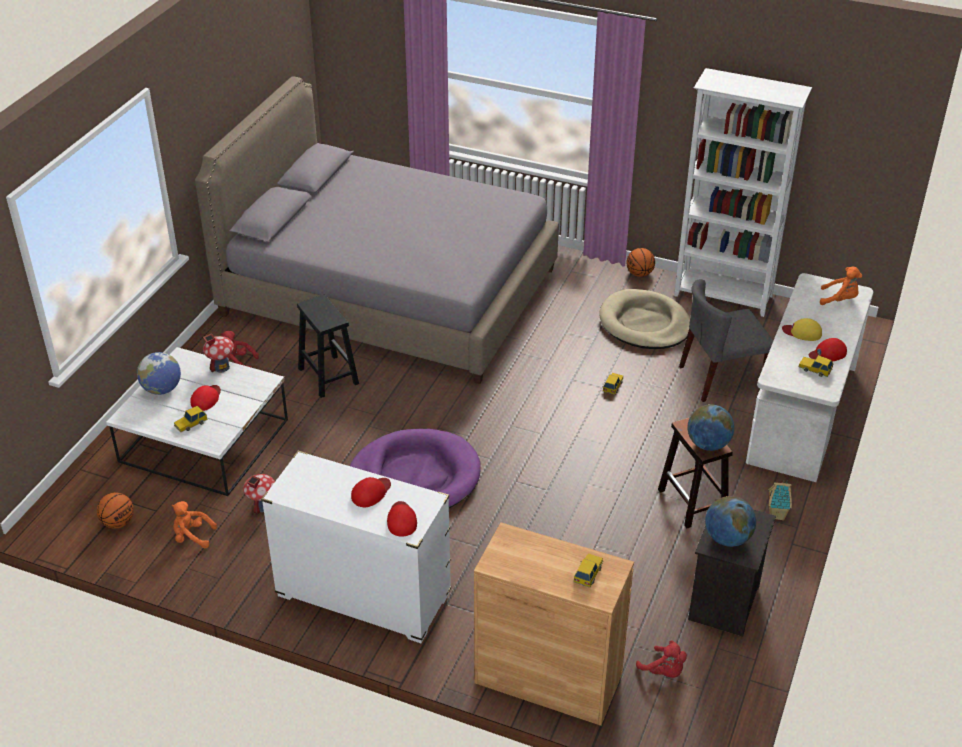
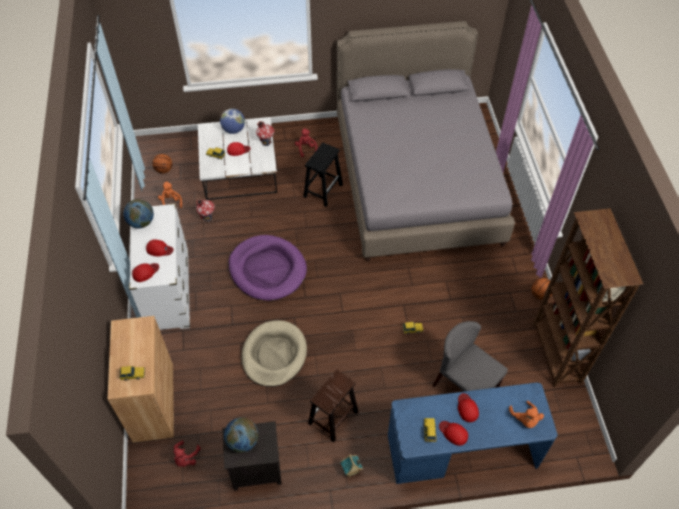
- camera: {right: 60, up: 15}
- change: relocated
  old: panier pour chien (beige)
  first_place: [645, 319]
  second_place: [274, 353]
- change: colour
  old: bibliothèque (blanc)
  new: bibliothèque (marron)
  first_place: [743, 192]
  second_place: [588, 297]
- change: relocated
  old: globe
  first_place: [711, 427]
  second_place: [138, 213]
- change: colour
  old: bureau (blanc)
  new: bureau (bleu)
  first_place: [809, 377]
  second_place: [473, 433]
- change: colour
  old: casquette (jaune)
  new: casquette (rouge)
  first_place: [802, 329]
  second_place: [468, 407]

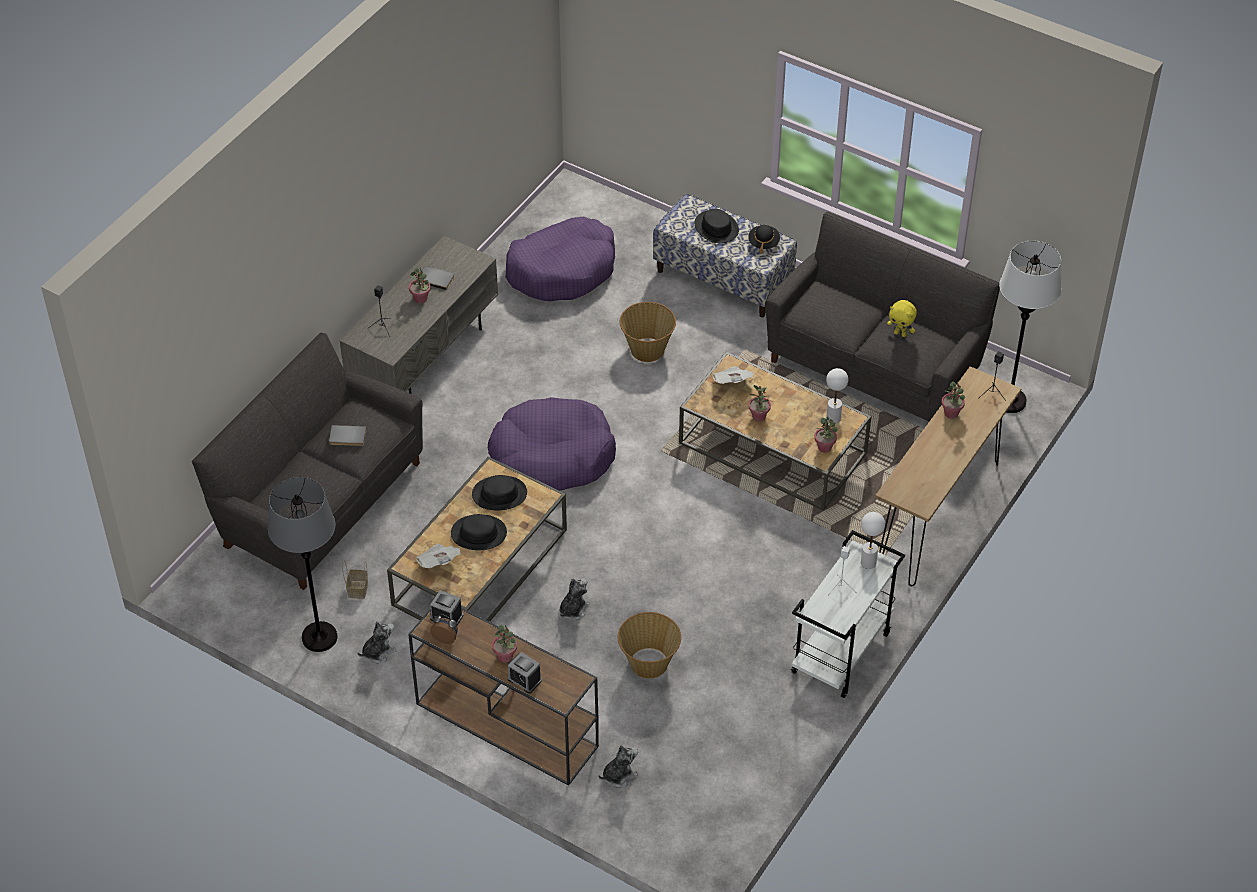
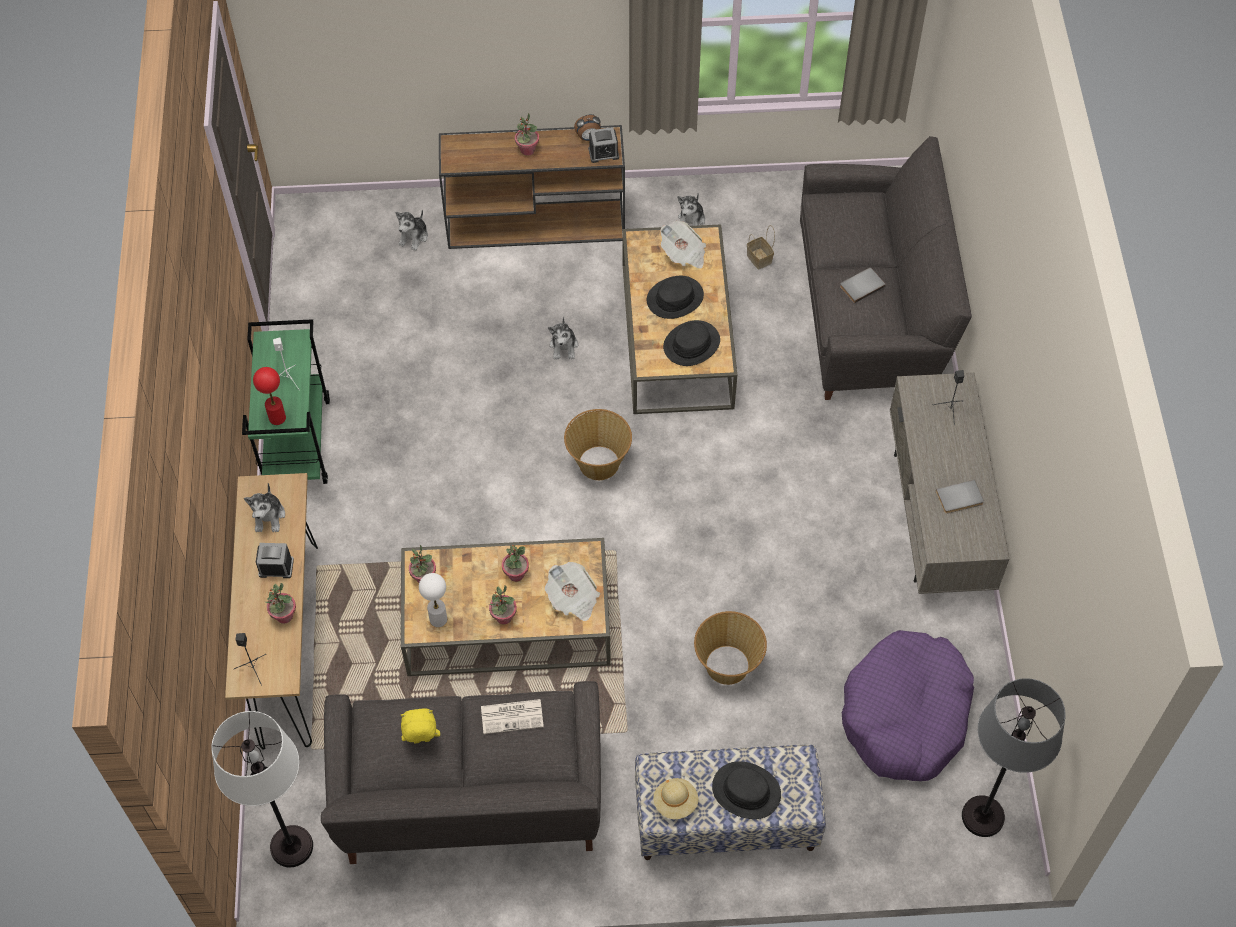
- camera: {right: 145, up: 10}
- change: relocated
  old: lampadaire (gris)
  first_place: [302, 564]
  second_place: [1014, 757]
- change: relocated
  old: plante en pot
  first_place: [420, 285]
  second_place: [503, 604]
- change: missing
  old: panier pour chien (violet)
  first_place: [552, 444]
- change: relocated
  old: réveil
  first_place: [525, 673]
  second_place: [275, 560]
- change: relocated
  old: panier
  first_place: [649, 645]
  second_place: [598, 444]
- change: colour
  old: chapeau (noir)
  new: chapeau (beige)
  first_place: [764, 239]
  second_place: [676, 798]
- change: colour
  old: chariot (blanc)
  new: chariot (vert)
  first_place: [848, 614]
  second_place: [286, 401]
- change: colour
  old: lampe de table (blanc)
  new: lampe de table (rouge)
  first_place: [873, 540]
  second_place: [269, 396]
- change: appeared
  new: peluche
  second_place: [264, 507]
- change: appeared
  new: journal
  second_place: [512, 716]

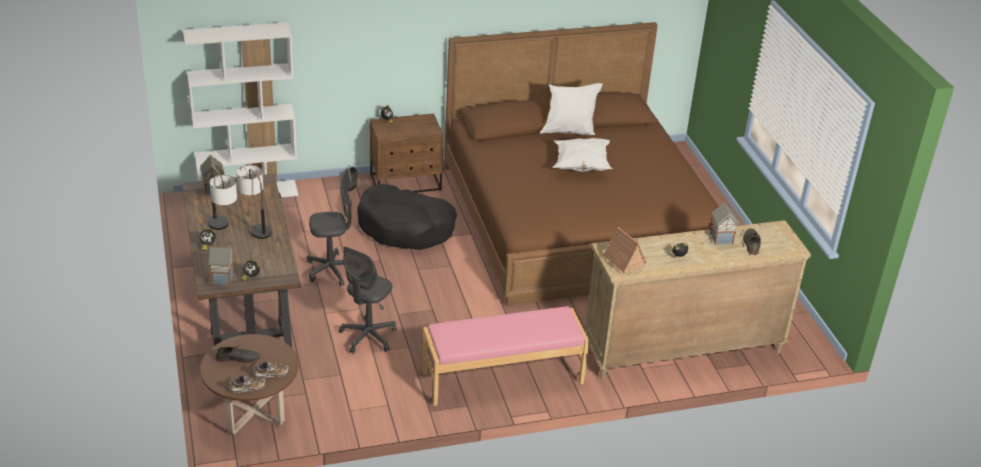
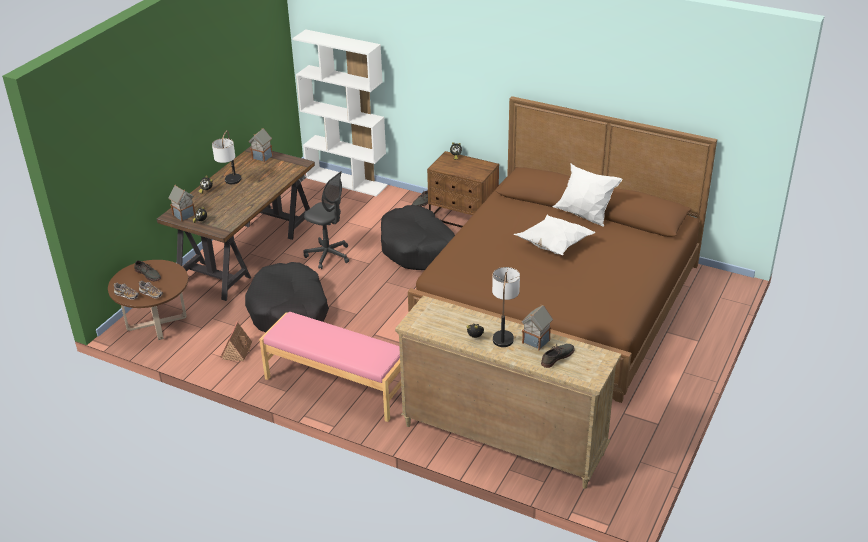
- camera: {right: 45, up: 0}
- change: relocated
  old: lampe de table
  first_place: [254, 202]
  second_place: [506, 307]
- change: exchanged
  old: chaise de bureau (gris)
  new: panier pour chien (noir)
  first_place: [367, 300]
  second_place: [287, 297]
- change: relocated
  old: maison miniature
  first_place: [623, 250]
  second_place: [236, 341]

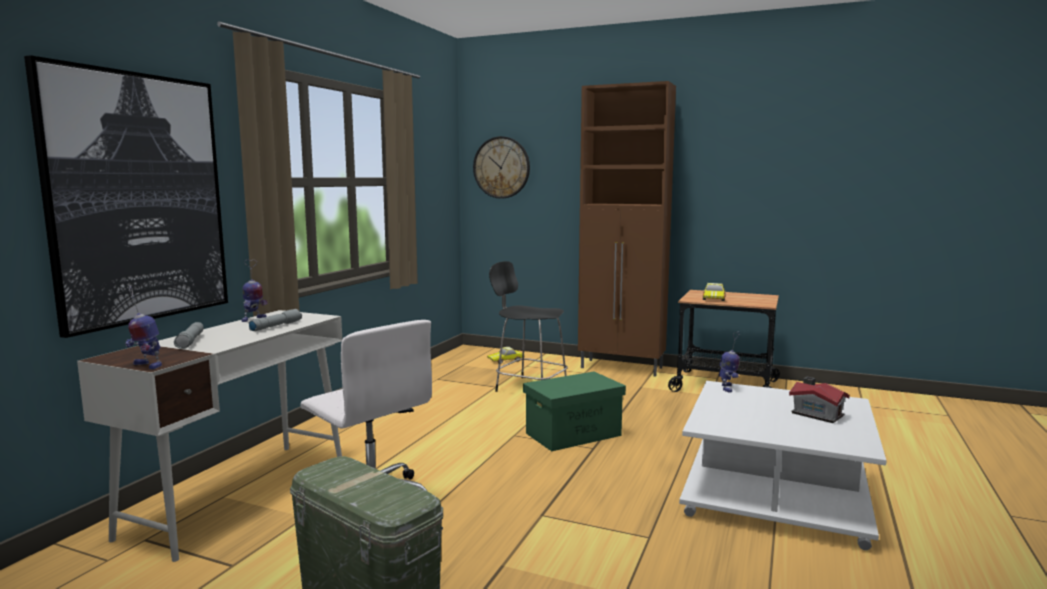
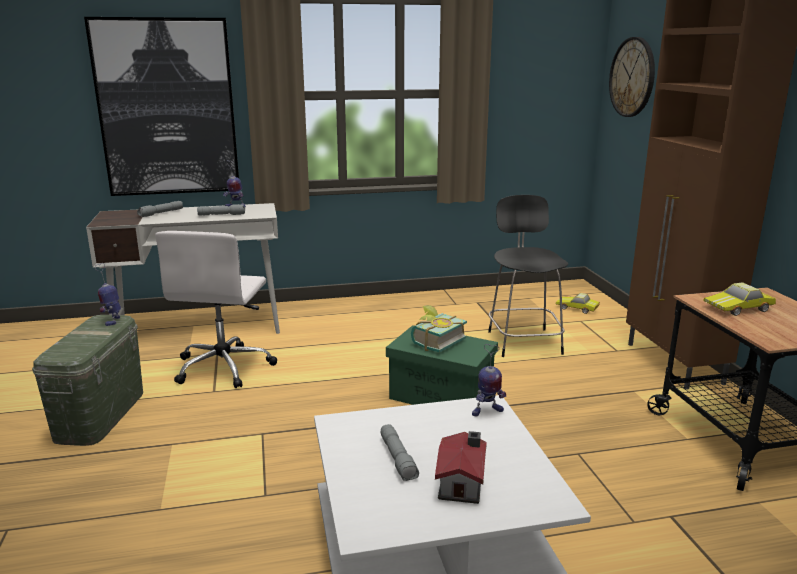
- camera: {right: 55, up: 10}
- change: relocated
  old: robot jouet
  first_place: [143, 327]
  second_place: [108, 294]
- change: appeared
  new: lampe de poche (gris)
  second_place: [400, 452]
- change: appeared
  new: livre
  second_place: [439, 328]

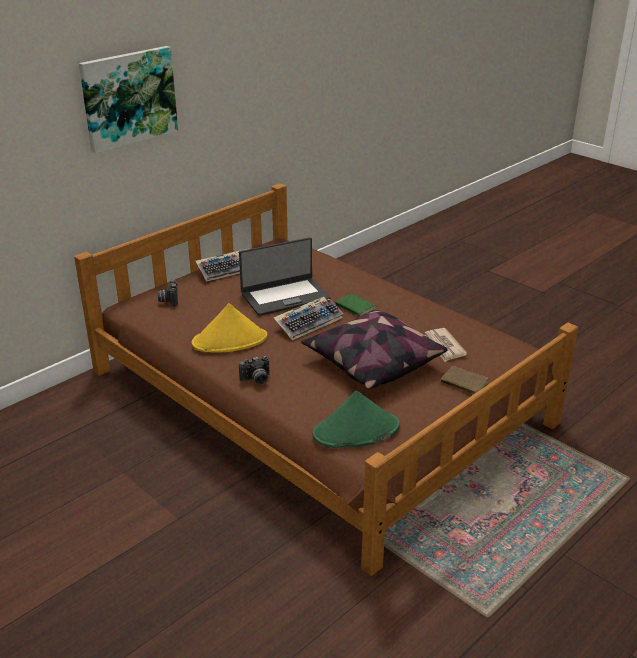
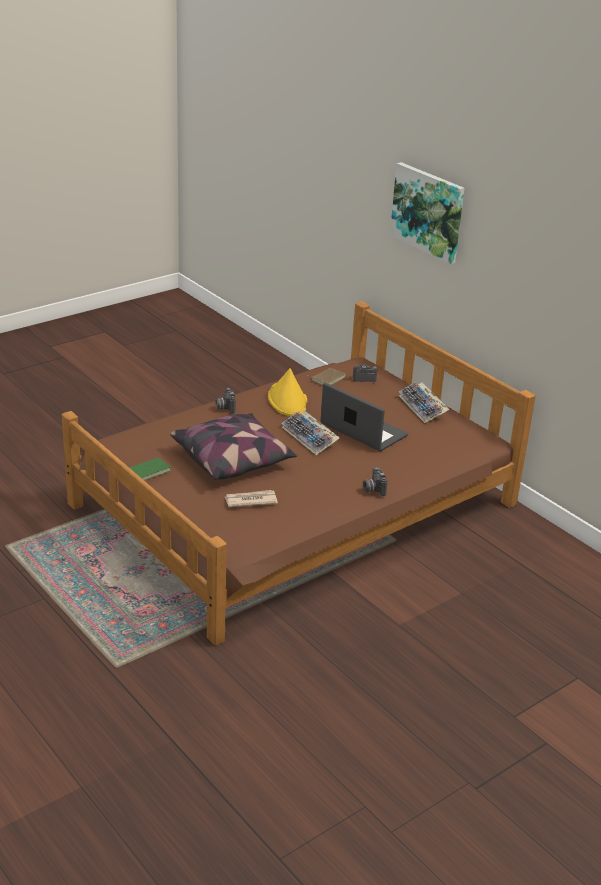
- camera: {right: 95, up: 0}
- change: spun
  old: ordinateur portable
  first_place: [285, 276]
  second_place: [364, 417]
  degrees: 150
- change: missing
  old: chapeau (vert)
  first_place: [356, 419]
- change: relocated
  old: livre (vert)
  first_place: [355, 305]
  second_place: [148, 469]
- change: relocated
  old: livre (marron)
  first_place: [464, 380]
  second_place: [327, 377]
- change: appeared
  new: appareil photo
  second_place: [375, 481]

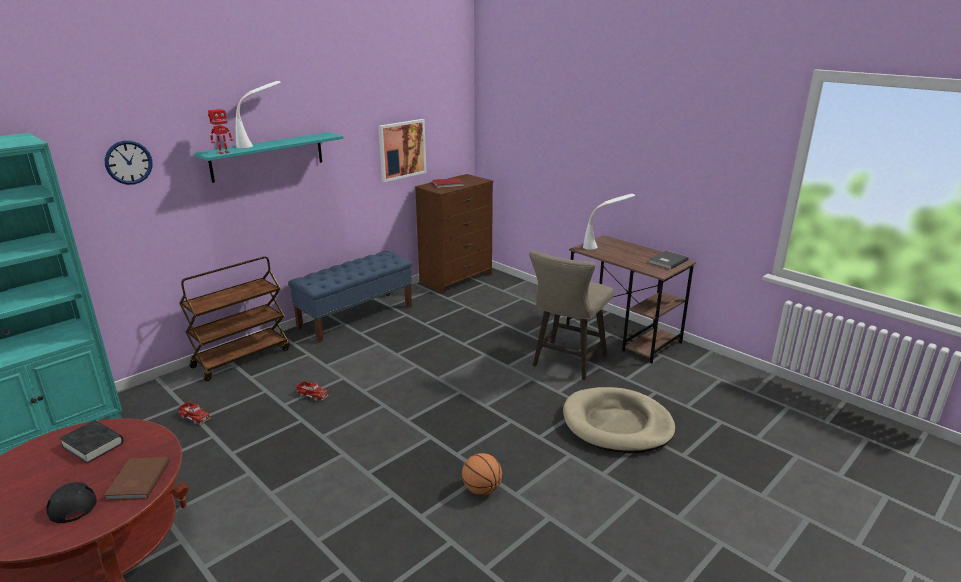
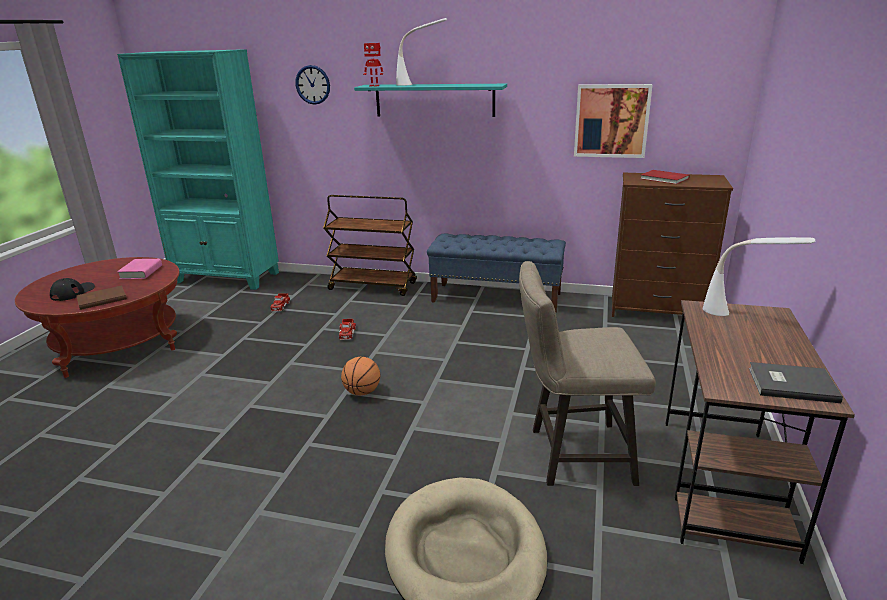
- camera: {right: 60, up: 0}
- change: colour
  old: livre (noir)
  new: livre (rose)
  first_place: [91, 441]
  second_place: [139, 269]
- change: relocated
  old: ballon de basket
  first_place: [482, 474]
  second_place: [360, 376]

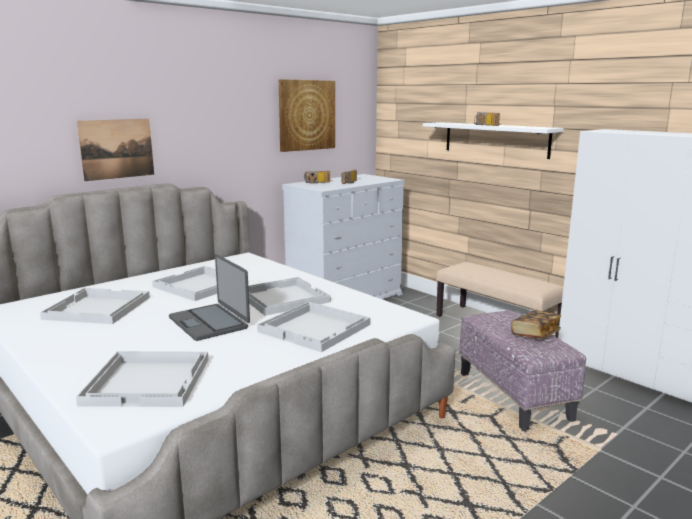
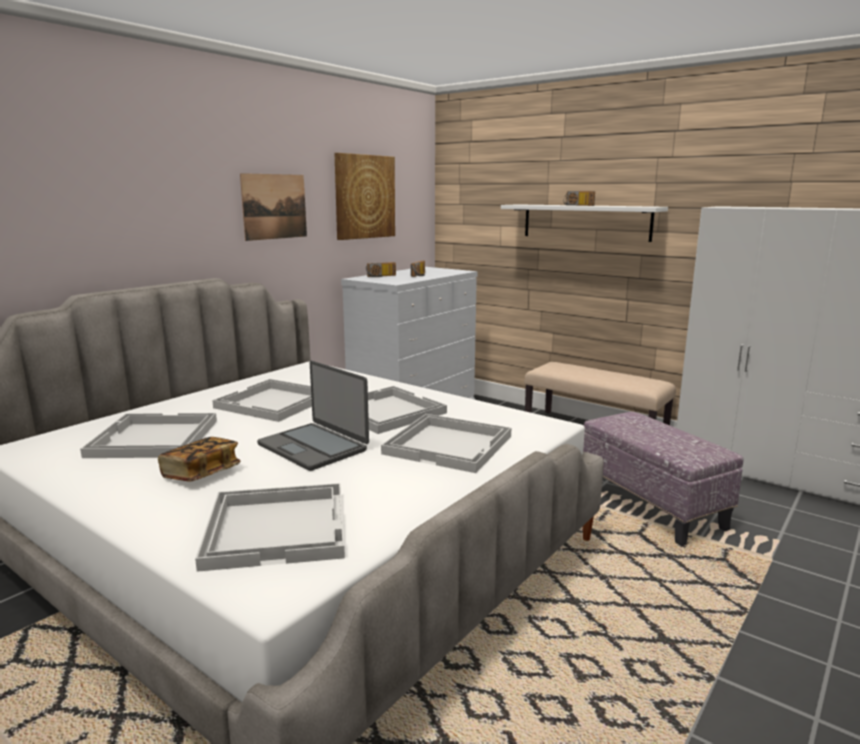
- camera: {right: -10, up: 0}
- change: relocated
  old: tableau
  first_place: [115, 150]
  second_place: [273, 207]
- change: relocated
  old: livre
  first_place: [536, 324]
  second_place: [199, 459]

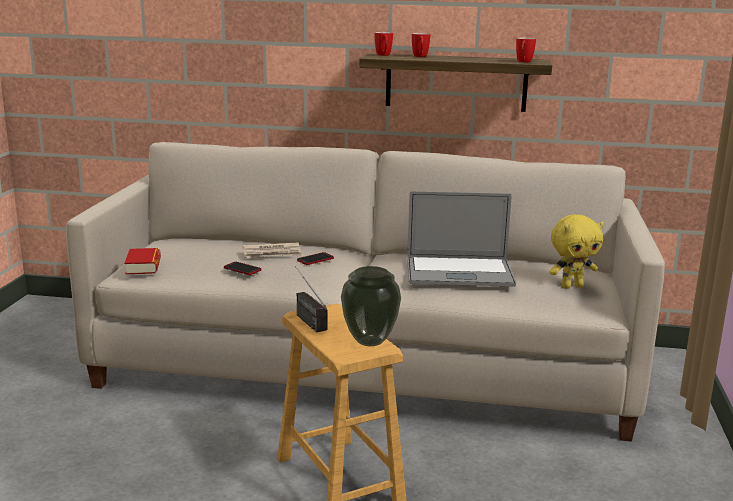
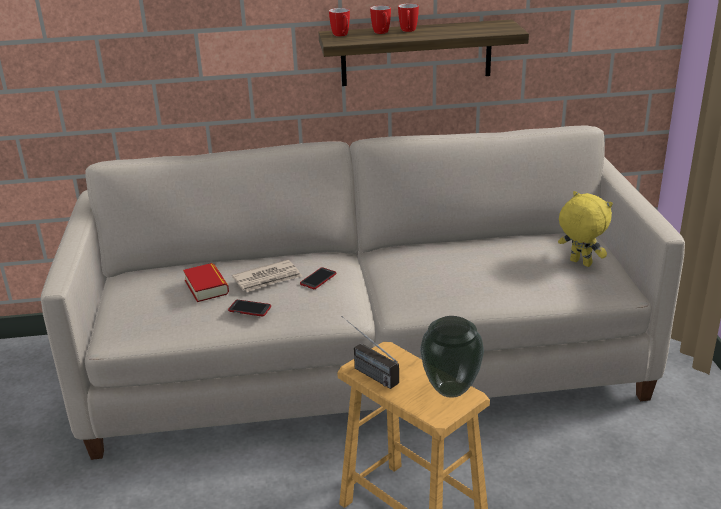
- camera: {right: -15, up: 10}
- change: relocated
  old: livre
  first_place: [143, 261]
  second_place: [206, 282]
- change: missing
  old: ordinateur portable
  first_place: [461, 239]
- change: relocated
  old: mug
  first_place: [526, 50]
  second_place: [408, 17]
- change: spun
  old: peluche (jaune)
  first_place: [576, 251]
  second_place: [585, 229]
  degrees: -105

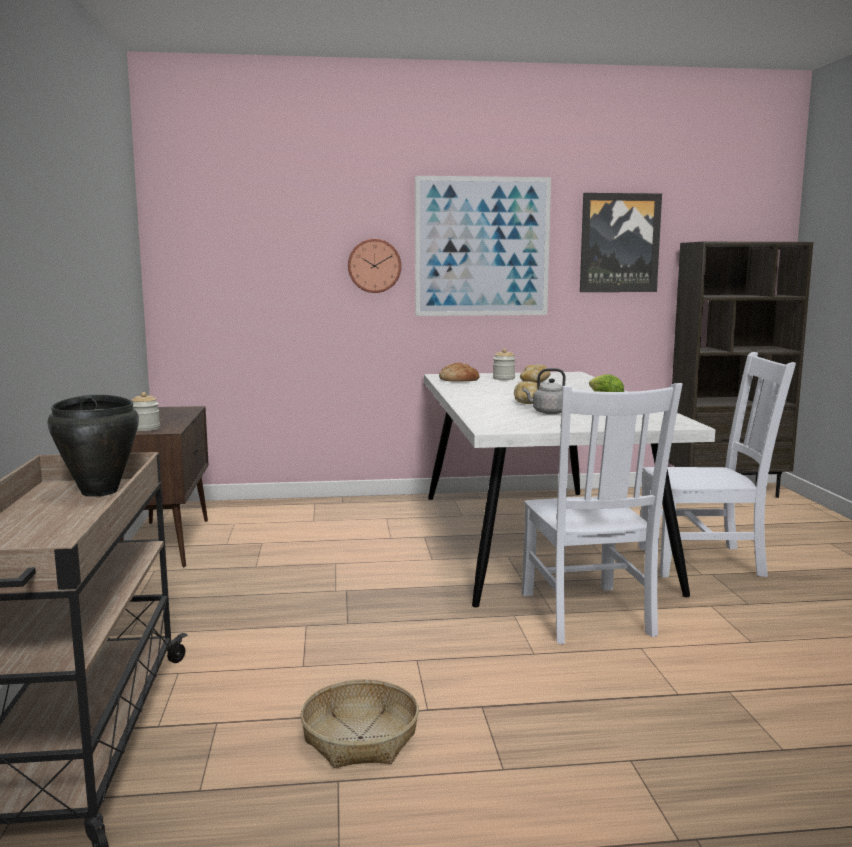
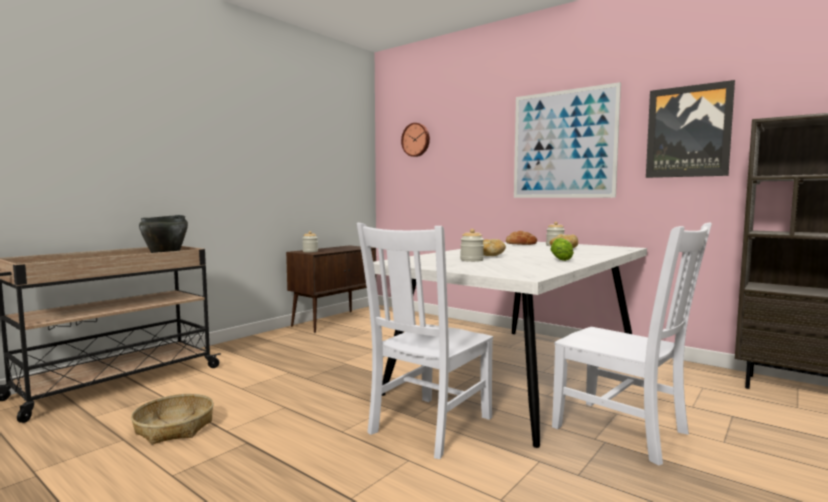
- camera: {right: 45, up: -5}
- change: relocated
  old: horloge murale
  first_place: [374, 266]
  second_place: [415, 140]
- change: exchanged
  old: bouilloire (gris)
  new: bocal
  first_place: [544, 391]
  second_place: [472, 245]

